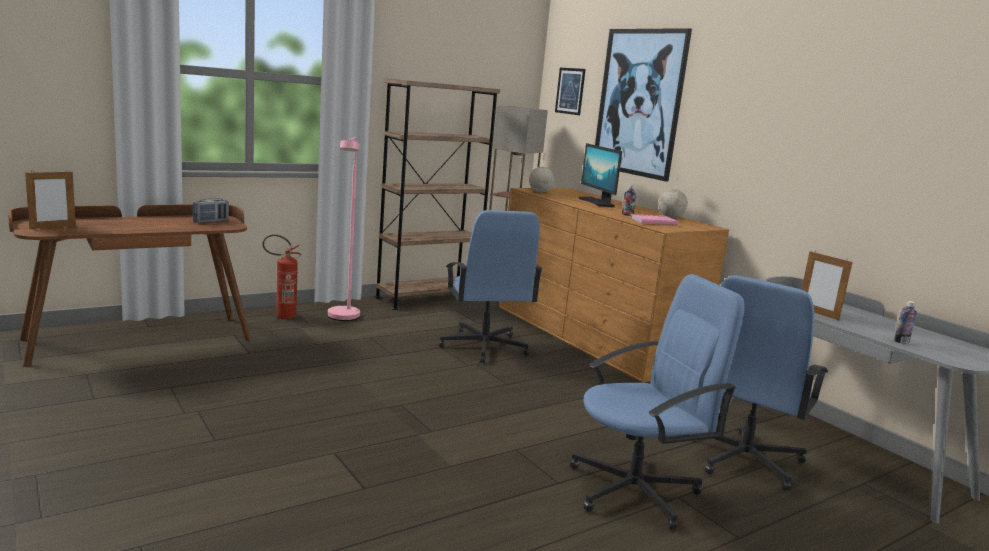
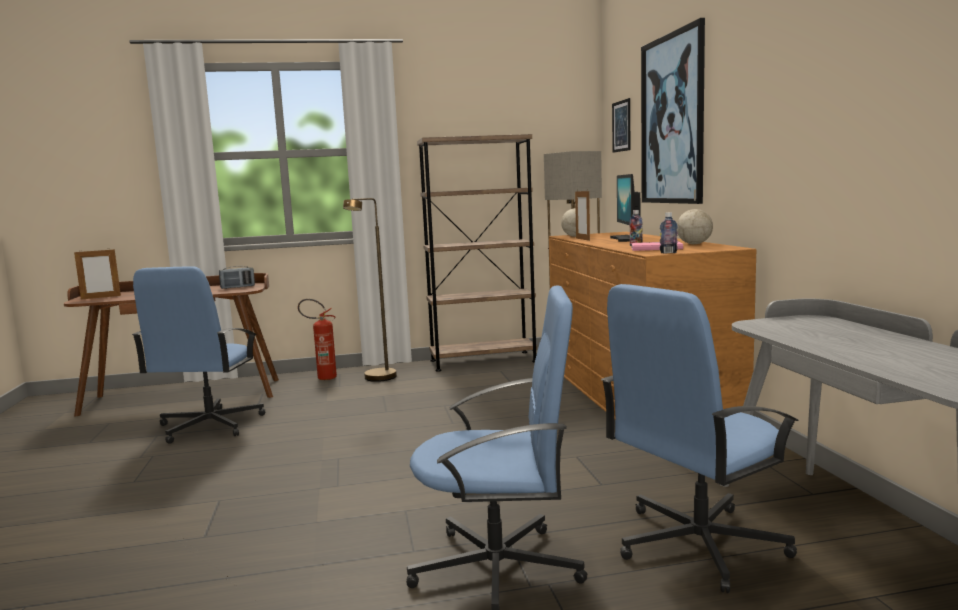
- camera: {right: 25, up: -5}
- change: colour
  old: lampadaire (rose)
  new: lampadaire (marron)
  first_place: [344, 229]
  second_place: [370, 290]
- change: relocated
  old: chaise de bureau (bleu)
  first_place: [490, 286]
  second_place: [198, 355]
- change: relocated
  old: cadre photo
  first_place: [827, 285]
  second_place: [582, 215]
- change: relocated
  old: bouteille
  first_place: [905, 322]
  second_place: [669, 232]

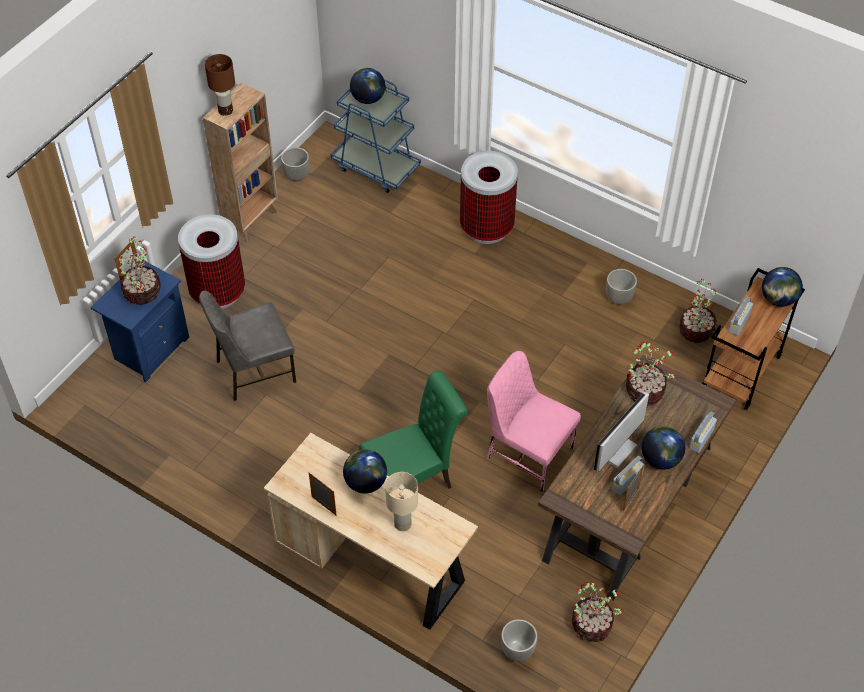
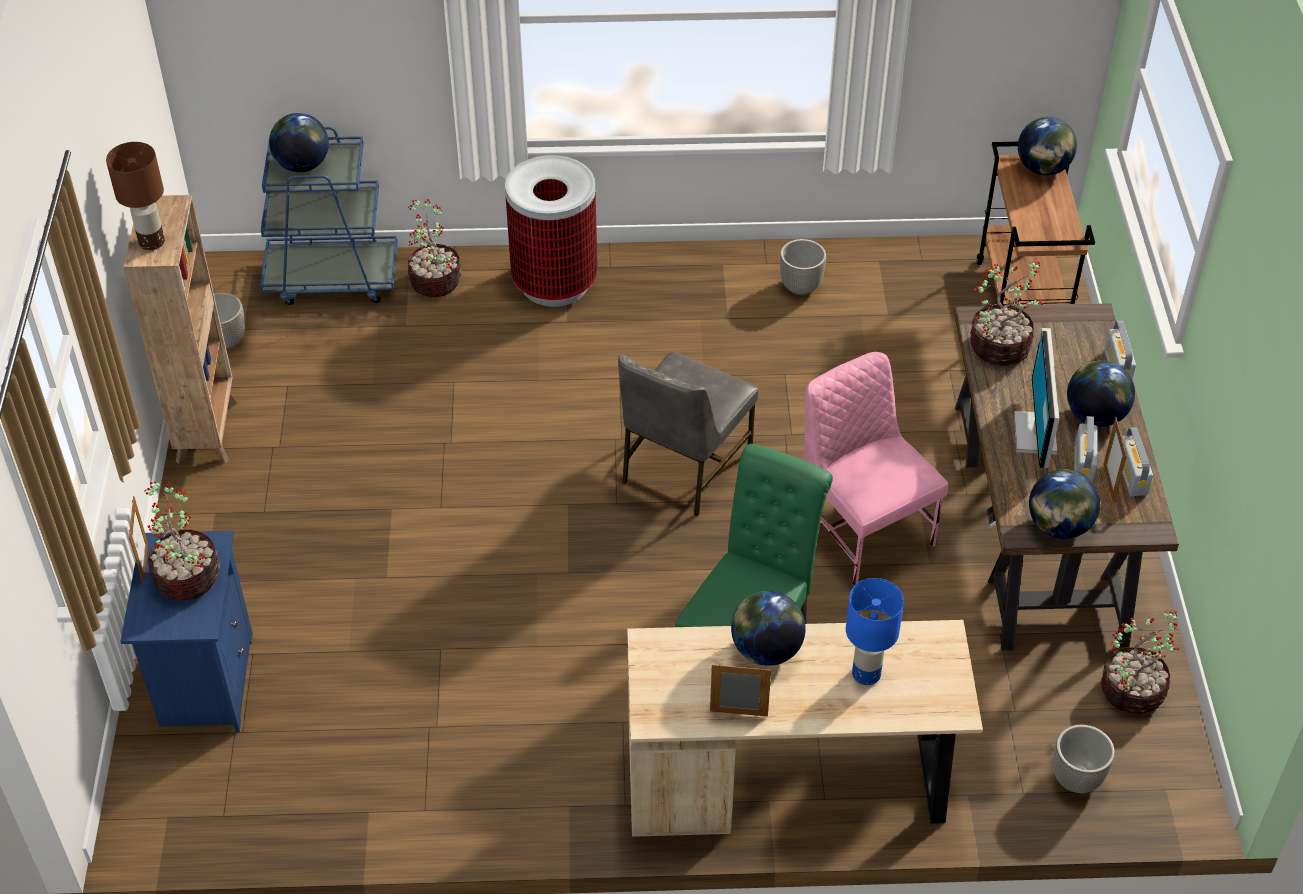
- camera: {right: -35, up: -5}
- change: missing
  old: poubelle
  first_place: [211, 261]
- change: relocated
  old: chaise (gris)
  first_place: [247, 345]
  second_place: [688, 434]
- change: colour
  old: lampe de table (beige)
  new: lampe de table (bleu)
  first_place: [401, 501]
  second_place: [875, 631]
- change: spun
  old: chaise (rose)
  first_place: [533, 421]
  second_place: [876, 469]
  degrees: 60
- change: relocated
  old: plante en pot
  first_place: [698, 311]
  second_place: [434, 248]
- change: relocated
  old: radio
  first_place: [740, 316]
  second_place: [1137, 461]
- change: appeared
  new: globe
  second_place: [1064, 504]

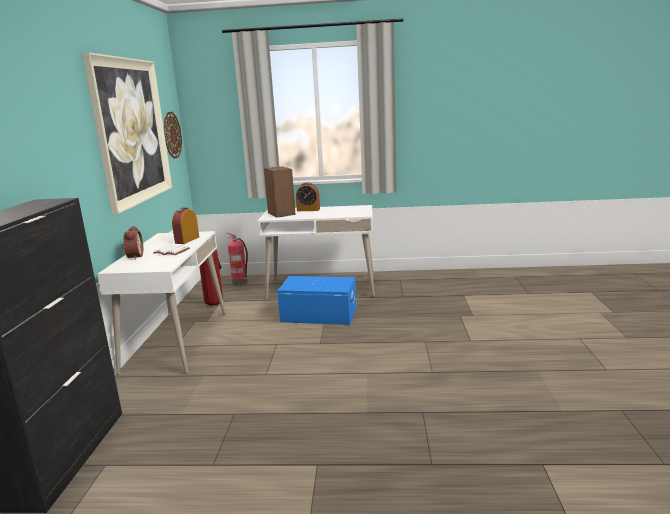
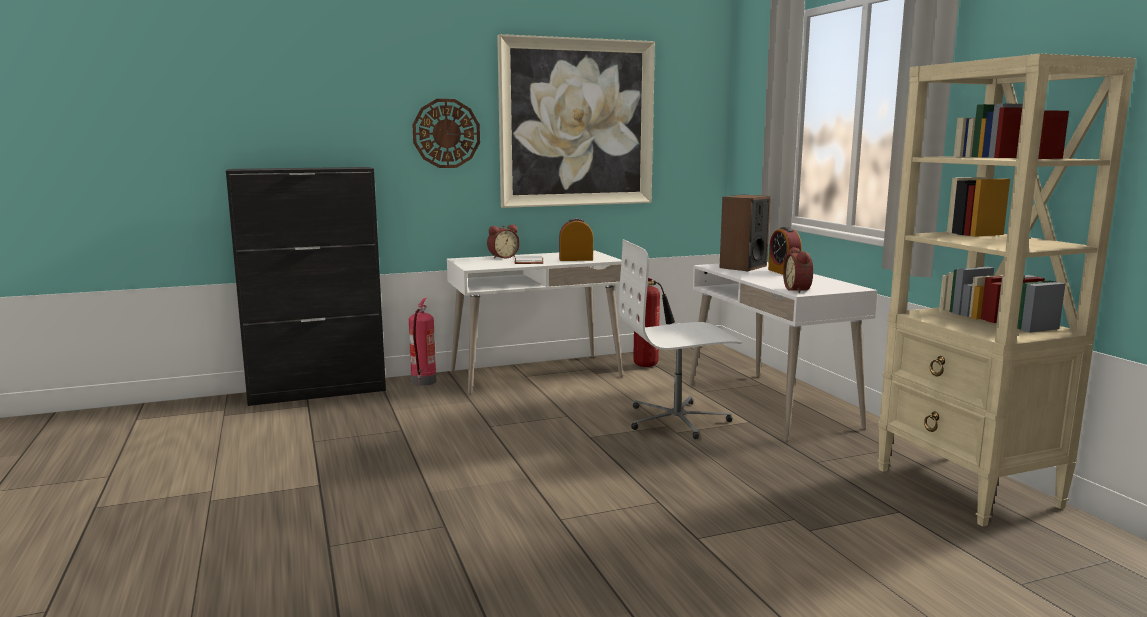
- camera: {right: 65, up: -5}
- change: relocated
  old: horloge murale
  first_place: [173, 135]
  second_place: [446, 133]
- change: relocated
  old: extincteur
  first_place: [237, 259]
  second_place: [423, 342]
- change: exchanged
  old: boîte de rangement (bleu)
  new: chaise de bureau (blanc)
  first_place: [317, 300]
  second_place: [680, 339]
- change: appeared
  new: réveil
  second_place: [798, 270]
- change: appeared
  new: bibliothèque (beige)
  second_place: [1006, 290]

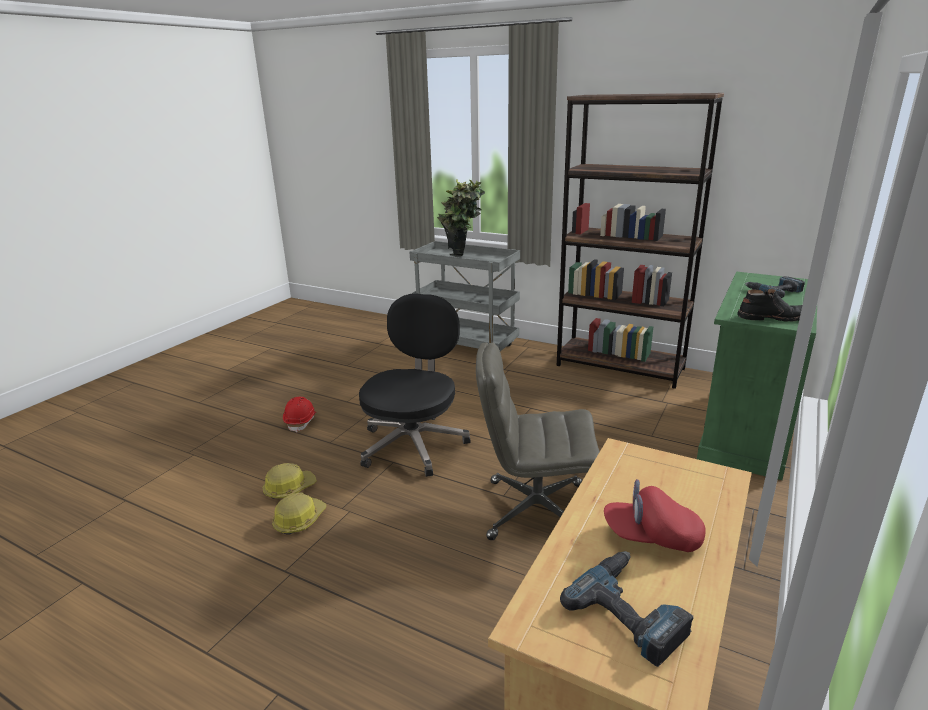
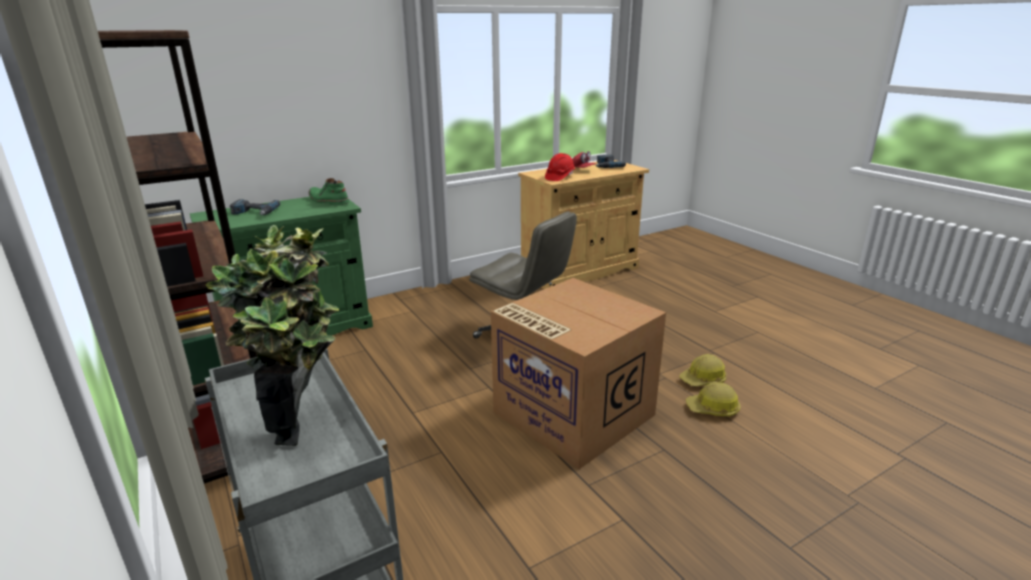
- camera: {right: -150, up: 0}
- change: relocated
  old: casque de chantier (rouge)
  first_place: [299, 415]
  second_place: [560, 167]
- change: exchanged
  old: chaise de bureau (noir)
  new: carton
  first_place: [415, 385]
  second_place: [578, 373]
- change: colour
  old: botte (noir)
  new: botte (vert)
  first_place: [769, 305]
  second_place: [329, 191]

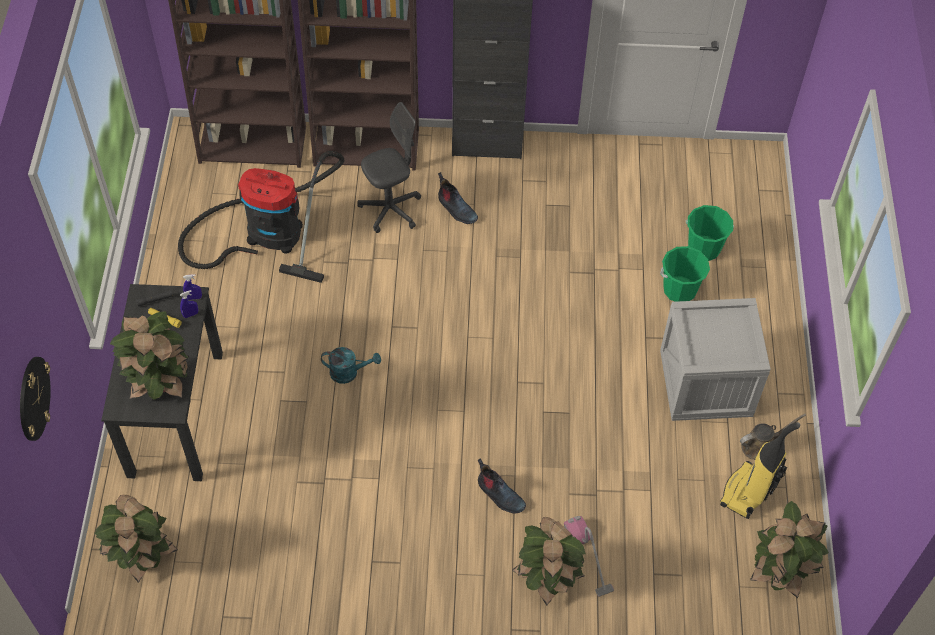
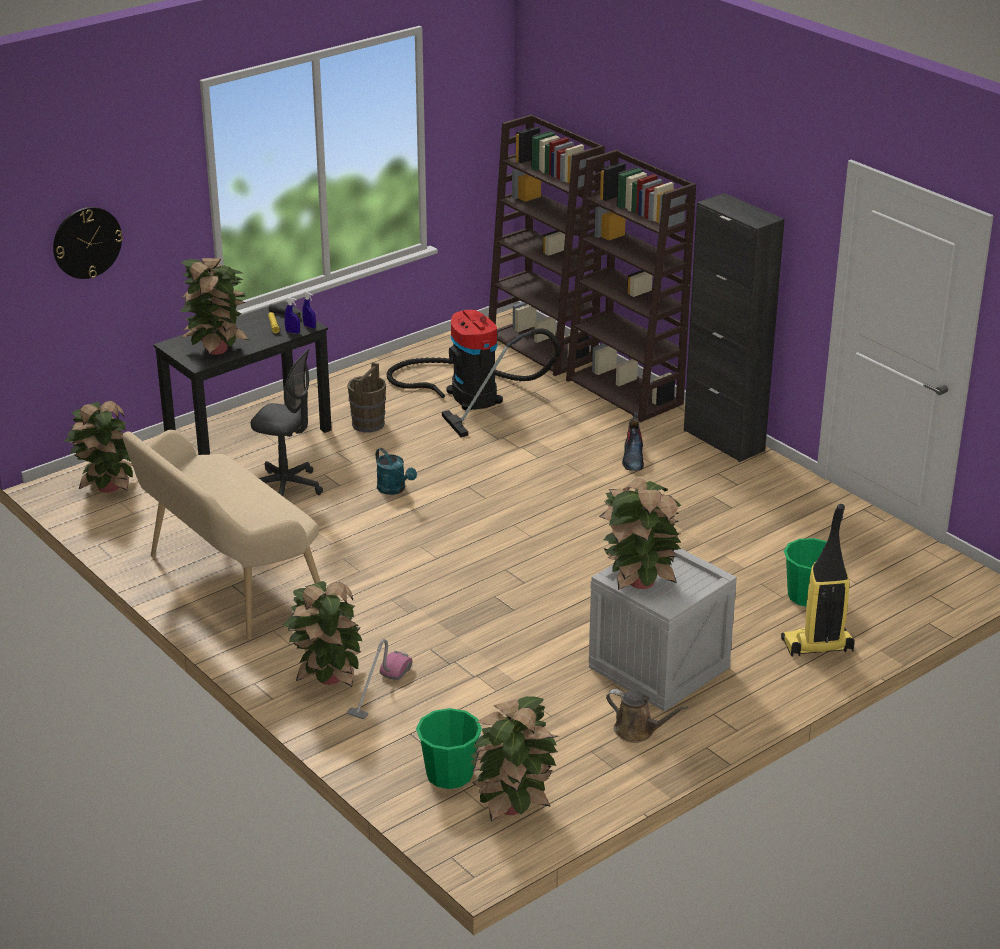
- camera: {right: 50, up: -25}
- change: relocated
  old: chaise de bureau (gris)
  first_place: [389, 167]
  second_place: [287, 422]
- change: missing
  old: botte
  first_place: [501, 486]
- change: relocated
  old: seau (vert)
  first_place: [685, 274]
  second_place: [449, 748]
- change: relocated
  old: aspirateur
  first_place: [760, 470]
  second_place: [818, 580]
- change: appeared
  new: banc (beige)
  second_place: [222, 534]
- change: appeared
  new: seau (marron)
  second_place: [366, 397]
- change: appeared
  new: plante en pot
  second_place: [640, 534]

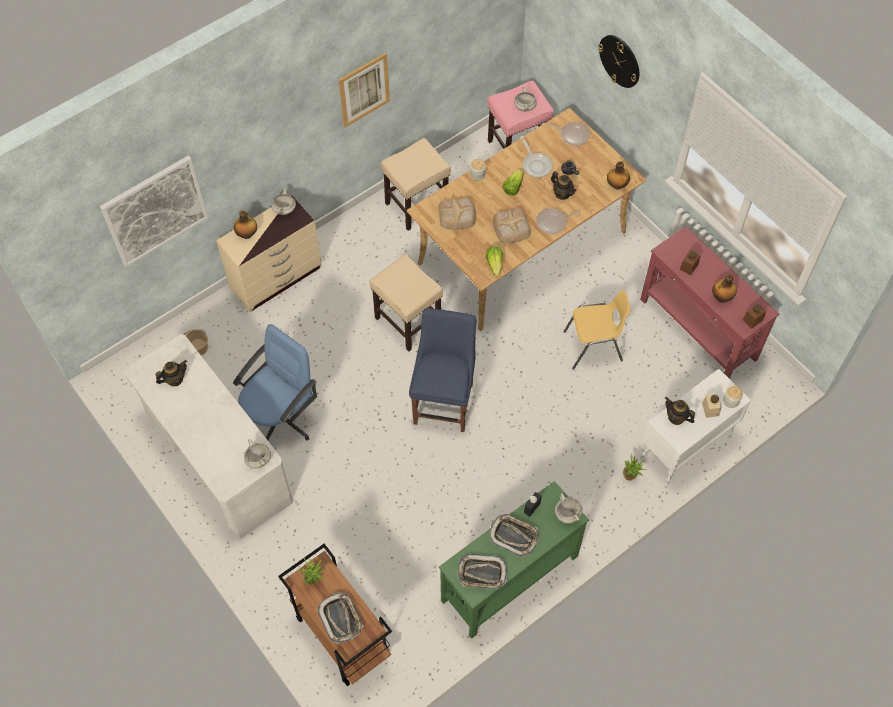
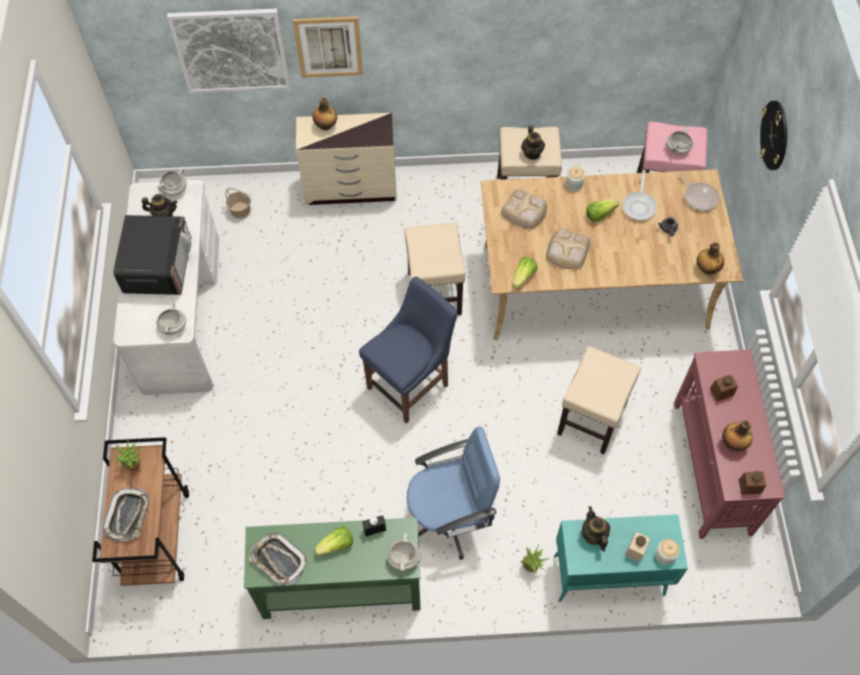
- camera: {right: 35, up: 0}
- change: relocated
  old: chaise de bureau (bleu)
  first_place: [275, 382]
  second_place: [453, 493]
- change: relocated
  old: marmite (blanc)
  first_place: [283, 201]
  second_place: [172, 181]
- change: relocated
  old: tableau
  first_place: [364, 89]
  second_place: [328, 47]
- change: exchanged
  old: plateau
  new: laitue
  first_place: [514, 535]
  second_place: [333, 541]
- change: missing
  old: poêle
  first_place: [558, 221]
- change: relocated
  old: théière
  first_place: [563, 185]
  second_place: [533, 143]
- change: exchanged
  old: chaise (jaune)
  new: tabouret (beige)
  first_place: [597, 330]
  second_place: [599, 400]
- change: colour
  old: meuble de rangement (blanc)
  new: meuble de rangement (turquoise)
  first_place: [695, 428]
  second_place: [621, 558]
- change: appeared
  new: micro-ondes
  second_place: [152, 255]

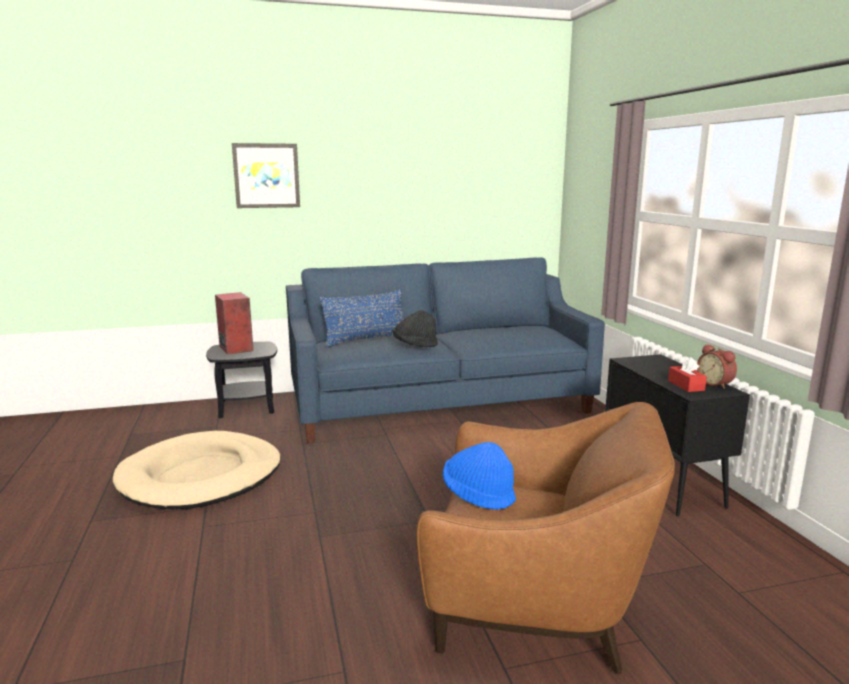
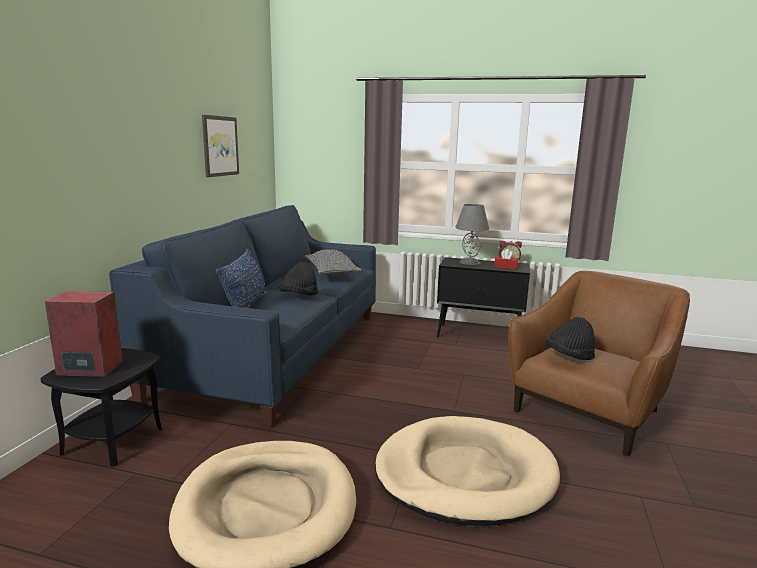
- camera: {right: -60, up: 0}
- change: relocated
  old: tableau
  first_place: [266, 175]
  second_place: [220, 146]
- change: colour
  old: chapeau (bleu)
  new: chapeau (noir)
  first_place: [479, 476]
  second_place: [570, 338]
- change: appeared
  new: coussin (gris)
  second_place: [333, 262]
- change: appeared
  new: panier pour chien (beige)
  second_place: [467, 471]
- change: appeared
  new: lampe de table (gris)
  second_place: [472, 234]

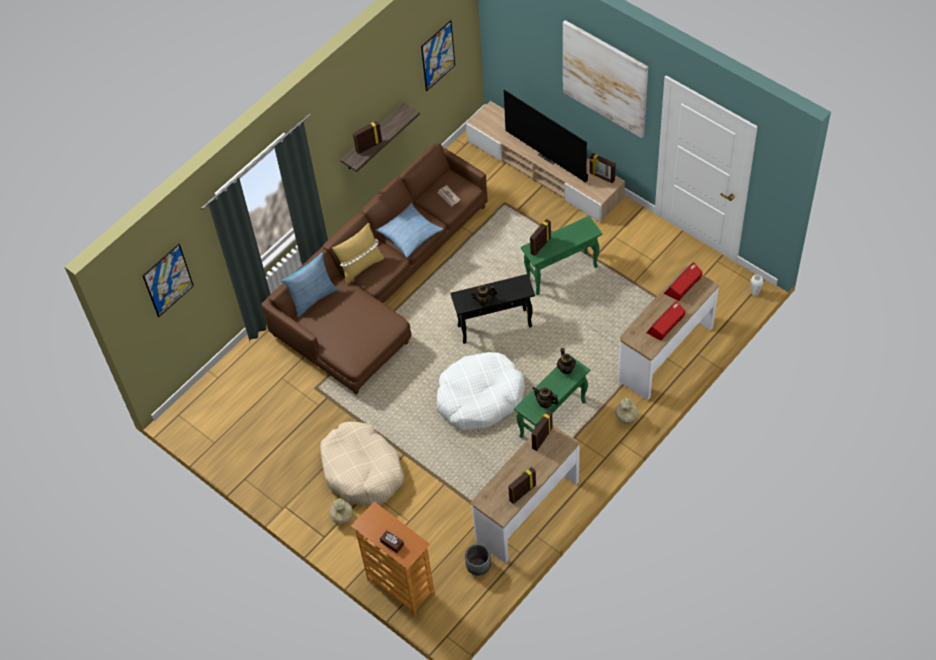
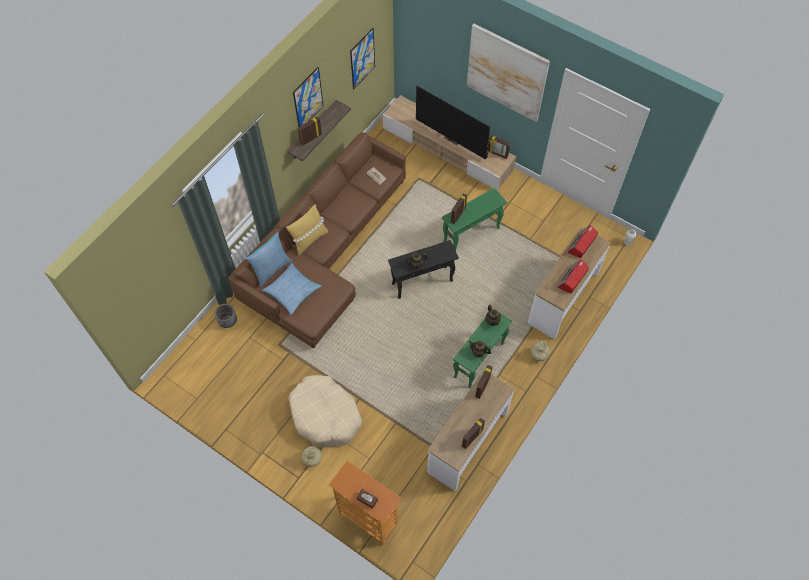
- camera: {right: -10, up: 5}
- change: relocated
  old: tableau
  first_place: [168, 280]
  second_place: [308, 97]
- change: relocated
  old: coussin
  first_place: [409, 230]
  second_place: [292, 289]
- change: missing
  old: panier pour chien (blanc)
  first_place: [481, 391]
- change: relocated
  old: cache-pot (gris)
  first_place: [478, 560]
  second_place: [226, 316]

